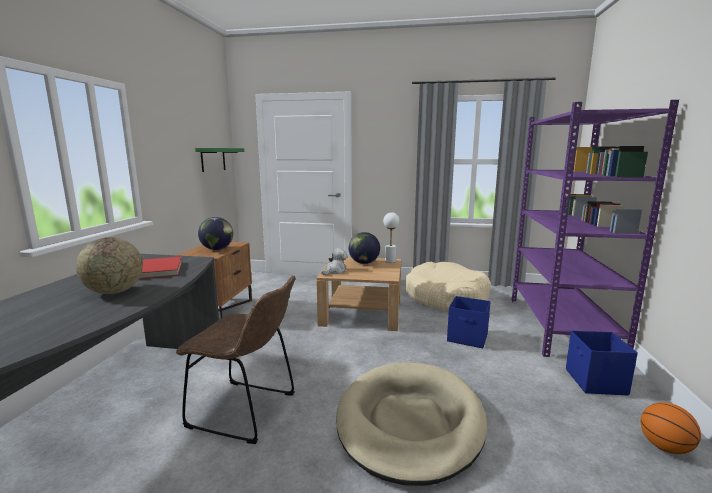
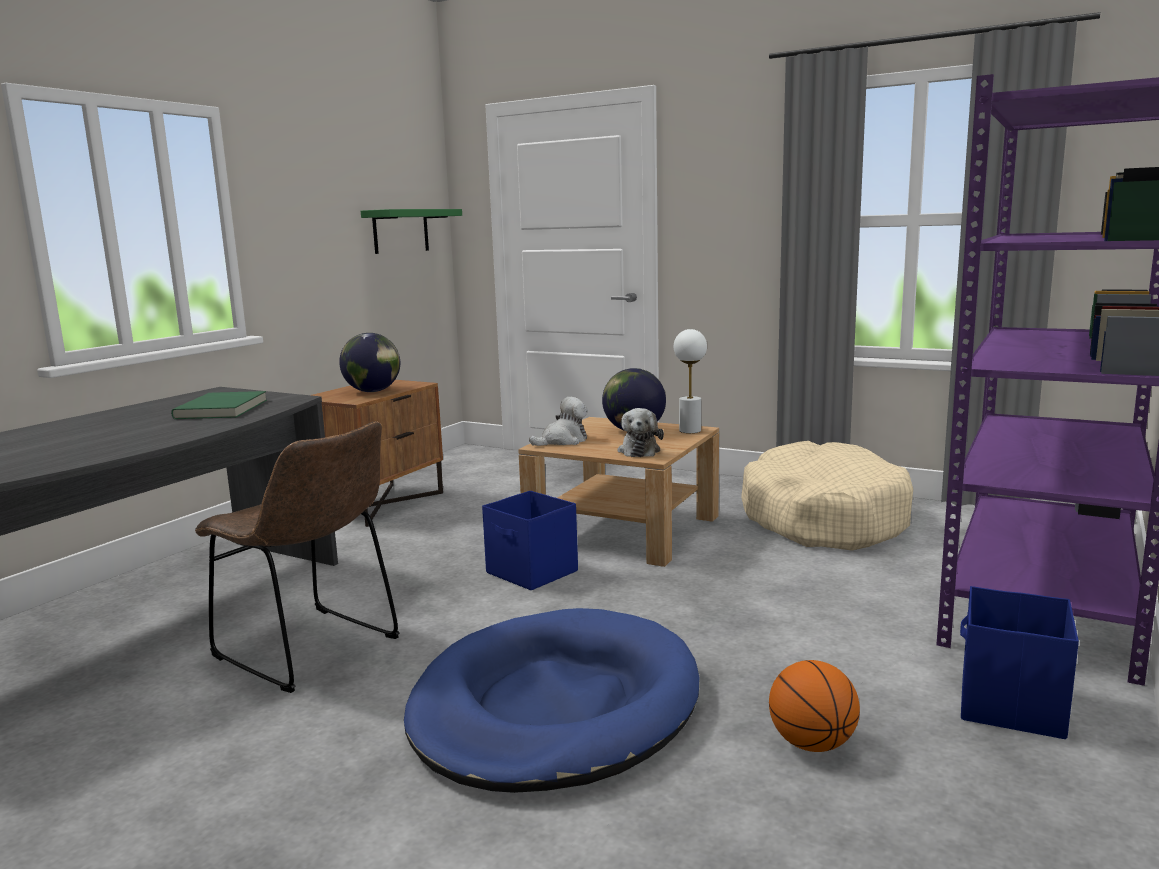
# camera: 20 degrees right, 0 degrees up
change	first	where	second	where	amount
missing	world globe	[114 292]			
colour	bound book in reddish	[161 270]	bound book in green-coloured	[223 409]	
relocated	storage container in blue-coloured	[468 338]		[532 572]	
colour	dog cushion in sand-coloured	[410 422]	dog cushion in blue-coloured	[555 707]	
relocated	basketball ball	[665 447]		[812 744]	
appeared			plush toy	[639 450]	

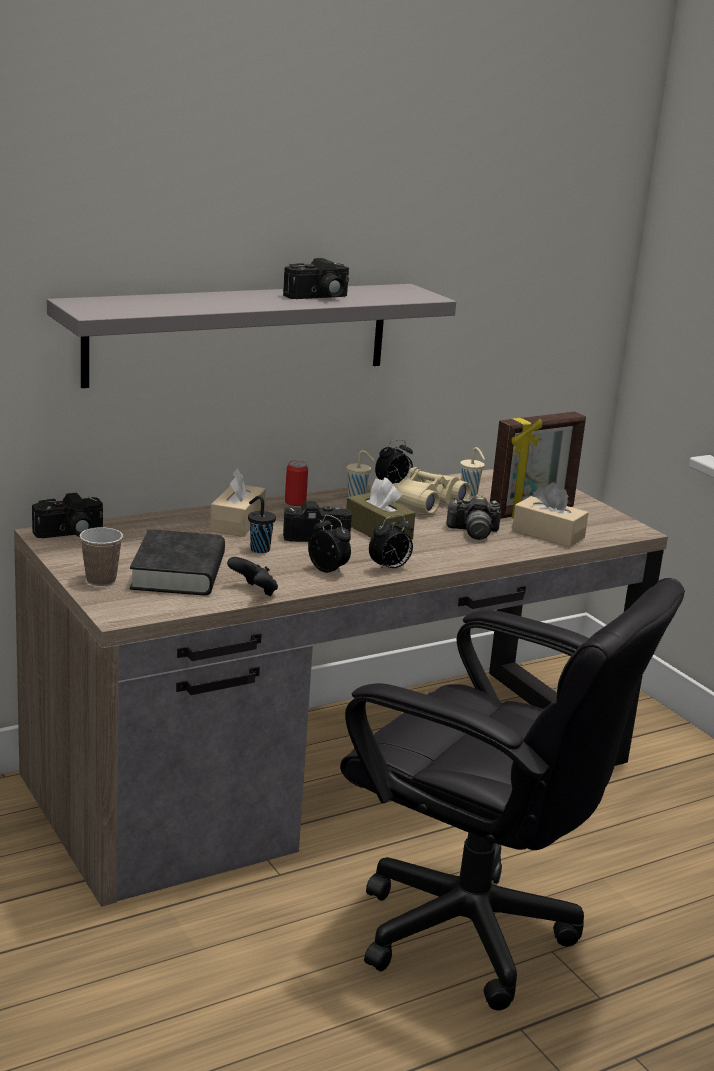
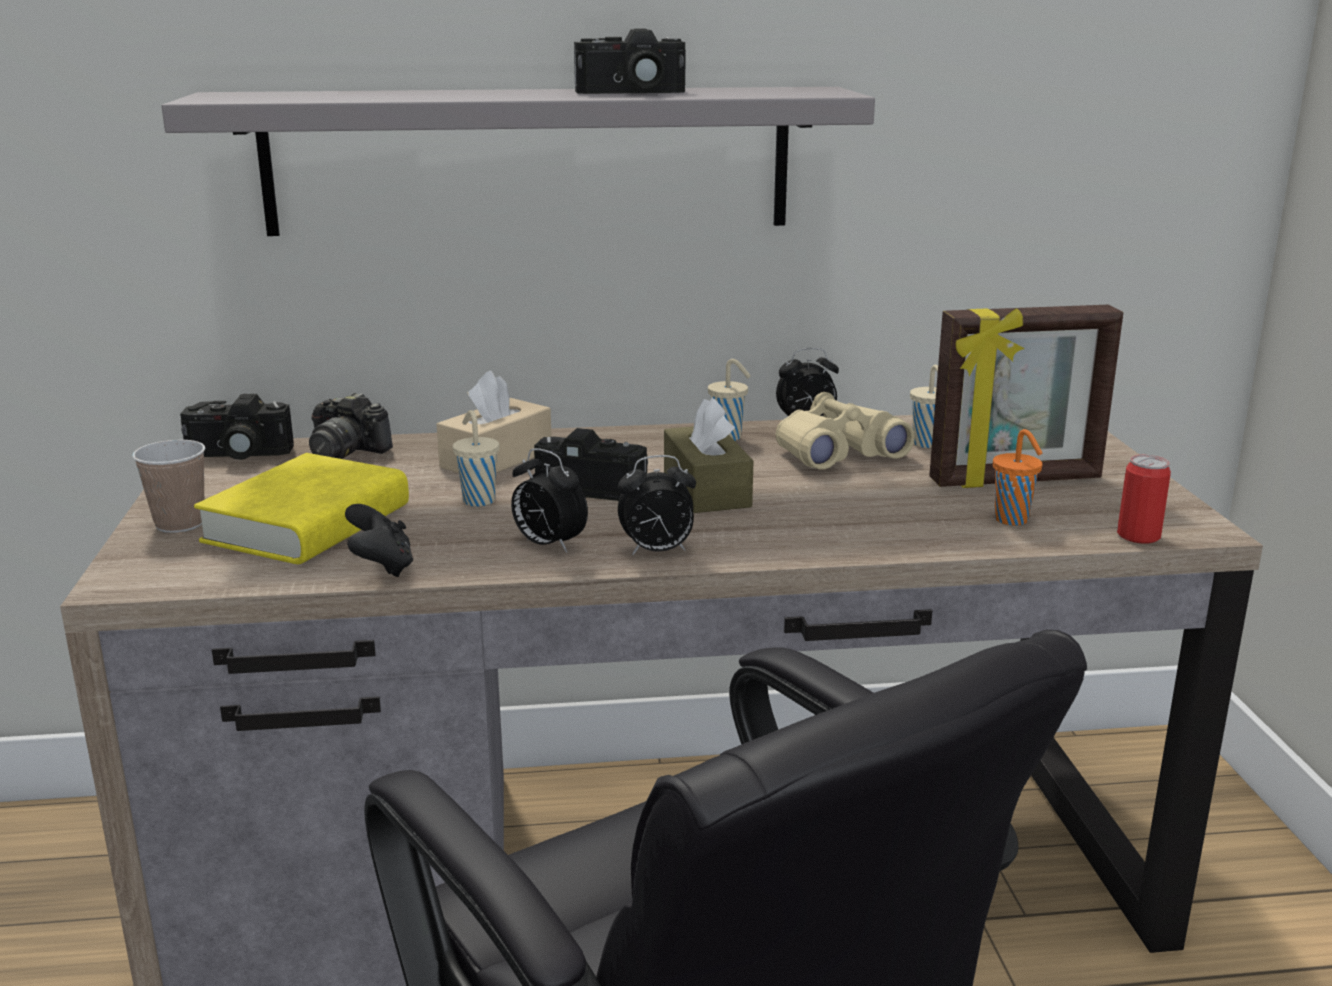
# camera: 25 degrees right, 0 degrees up
change	first	where	second	where	amount
relocated	can	[295 502]		[1138 536]	
exchanged	box of tissues in sand-coloured	[548 534]	cup in orangey	[1013 520]	
relocated	still camera	[473 532]		[346 451]	
colour	cup in black	[259 549]	cup in sand-coloured	[478 500]	
spun	bedside clock	[329 571]		[548 545]	150 degrees clockwise
colour	bound book in black	[178 572]	bound book in yellowish	[308 524]	

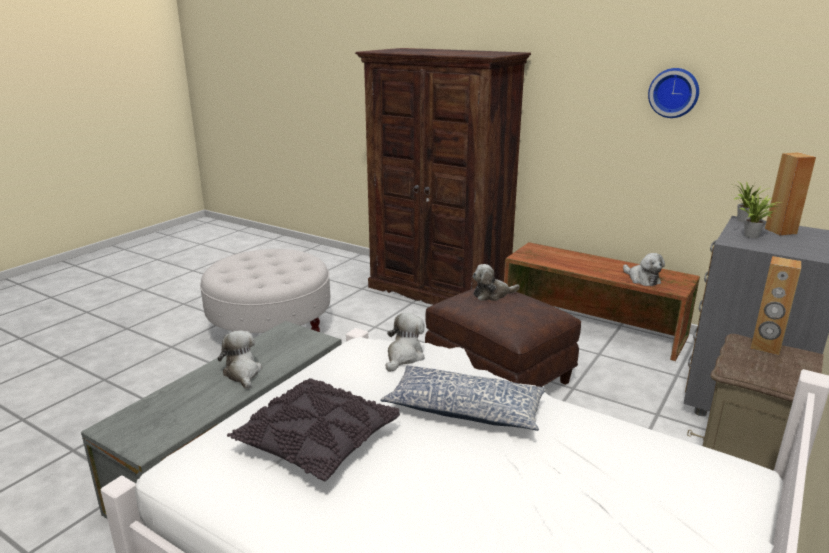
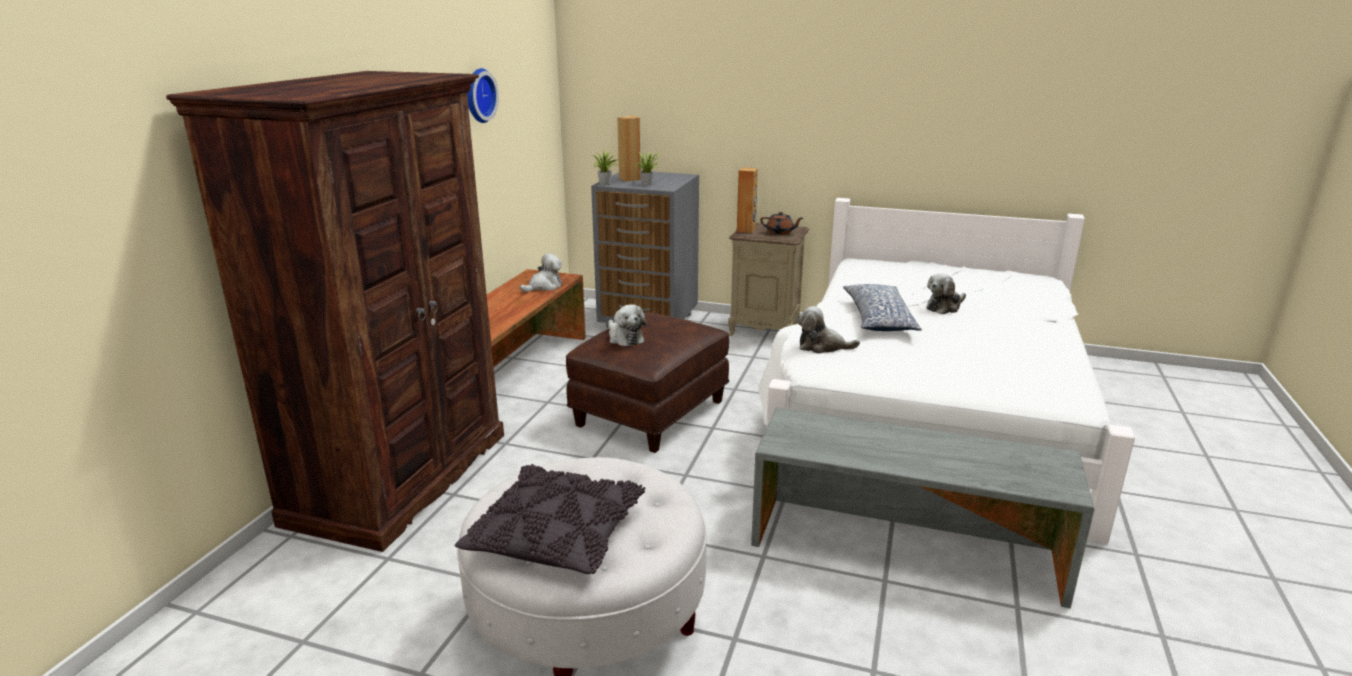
# camera: 105 degrees left, 0 degrees up
change	first	where	second	where	amount
relocated	plush toy	[242 373]		[944 307]	
relocated	throw pillow in black	[317 441]		[557 535]	
appeared			tea pot in brown	[780 232]	

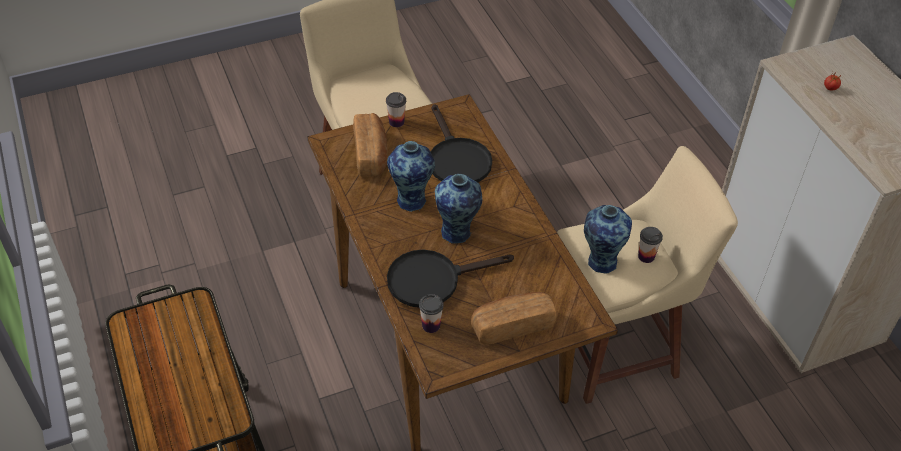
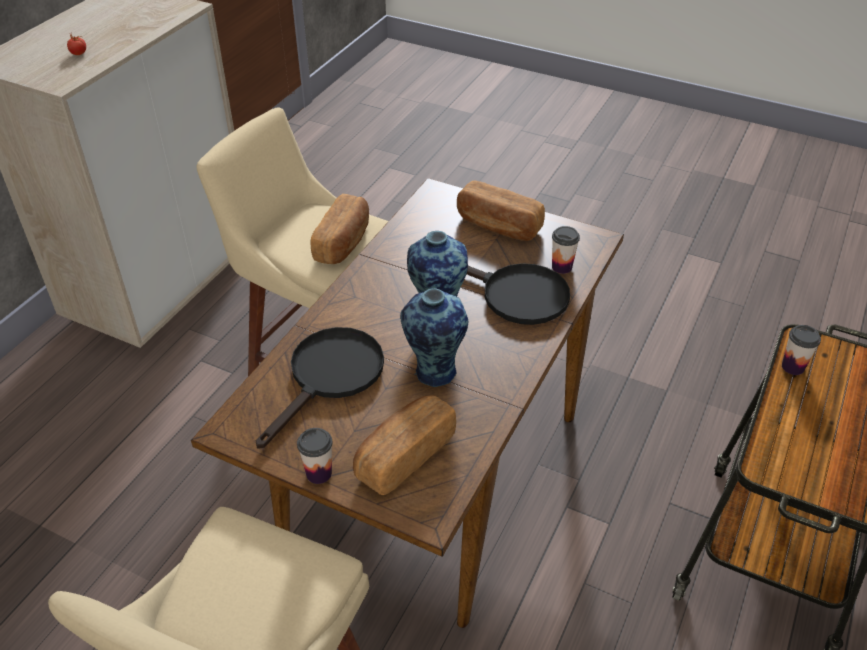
# camera: 130 degrees left, 5 degrees down
change	first	where	second	where	amount
exchanged	decorative vase	[601 261]	bakery bread	[344 242]	
relocated	cup	[646 256]		[793 367]	

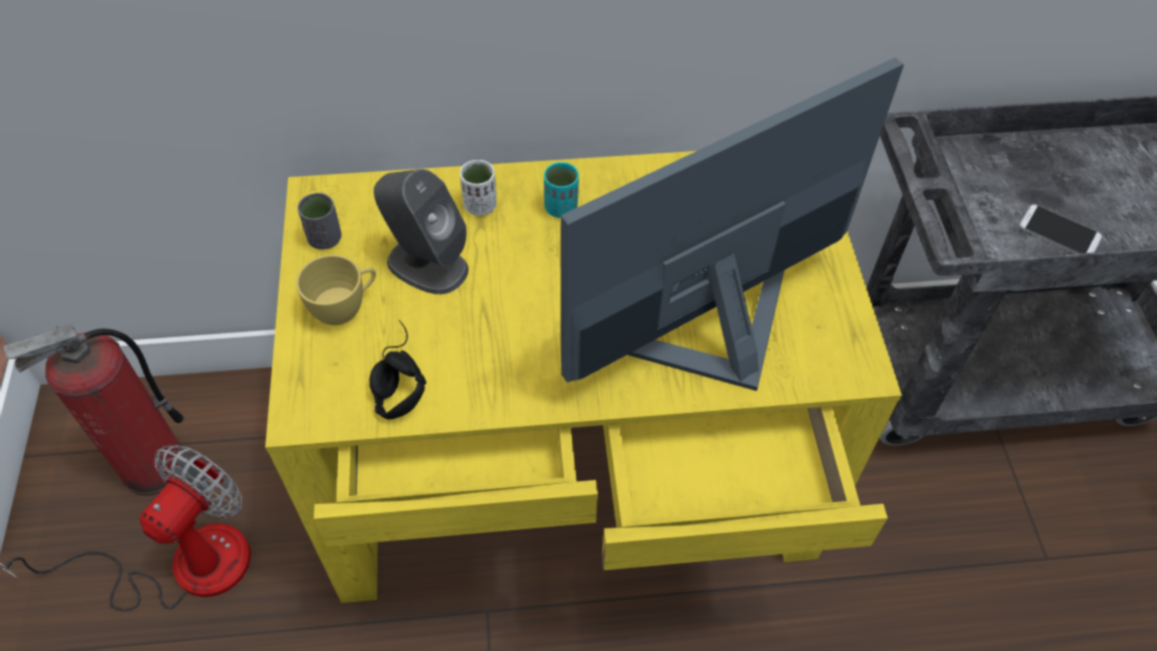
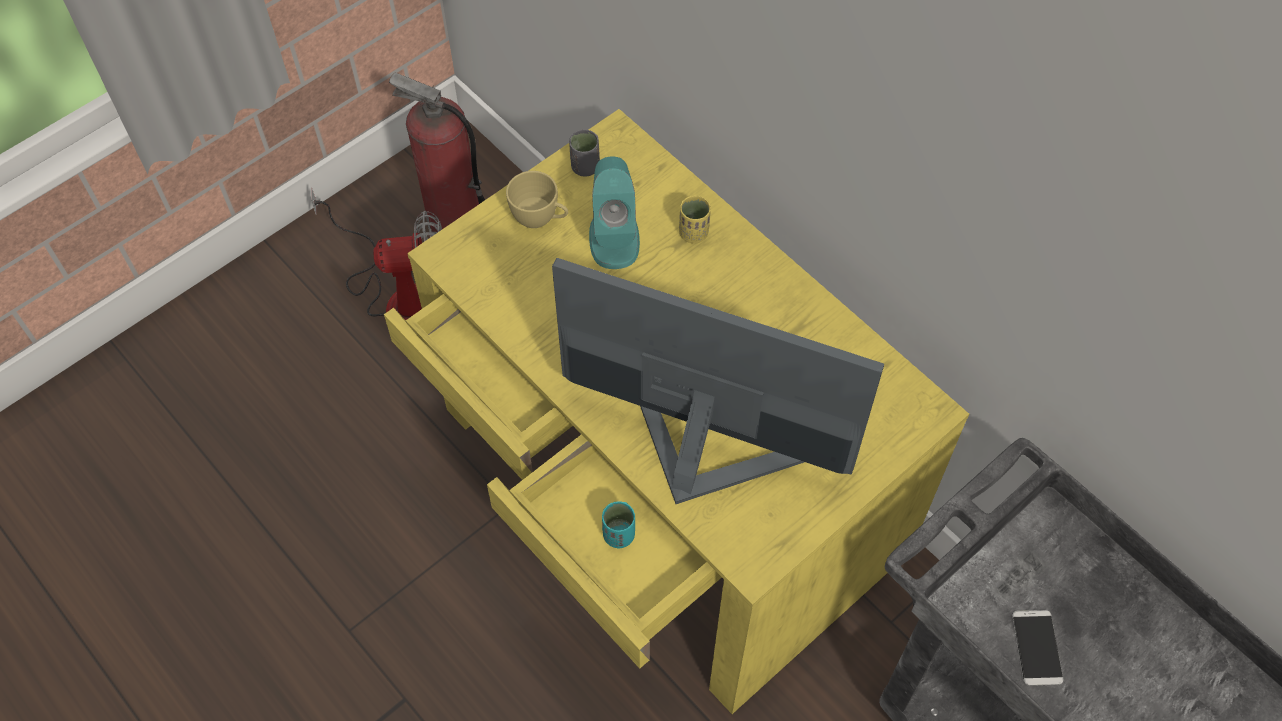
# camera: 55 degrees right, 5 degrees up
change	first	where	second	where	amount
colour	cup in whitish	[480 205]	cup in yellowish	[693 233]	
relocated	cup in turquoise-coloured	[561 208]		[619 535]	
colour	speaker in gray	[426 264]	speaker in turquoise-coloured	[614 238]	
missing	headset in black	[393 377]			

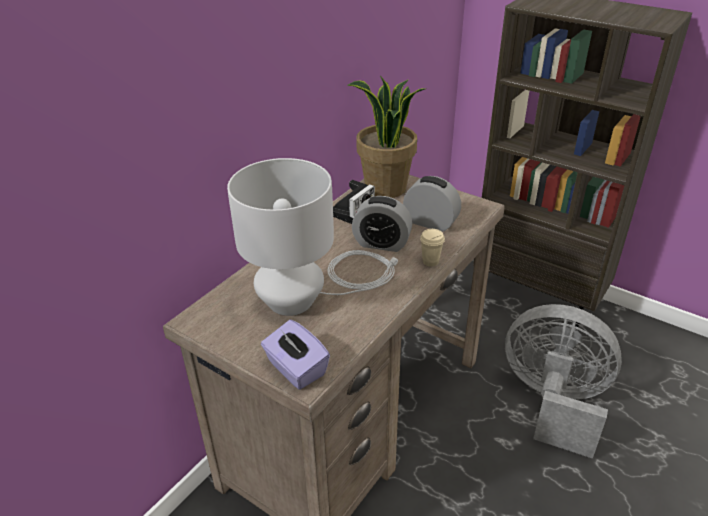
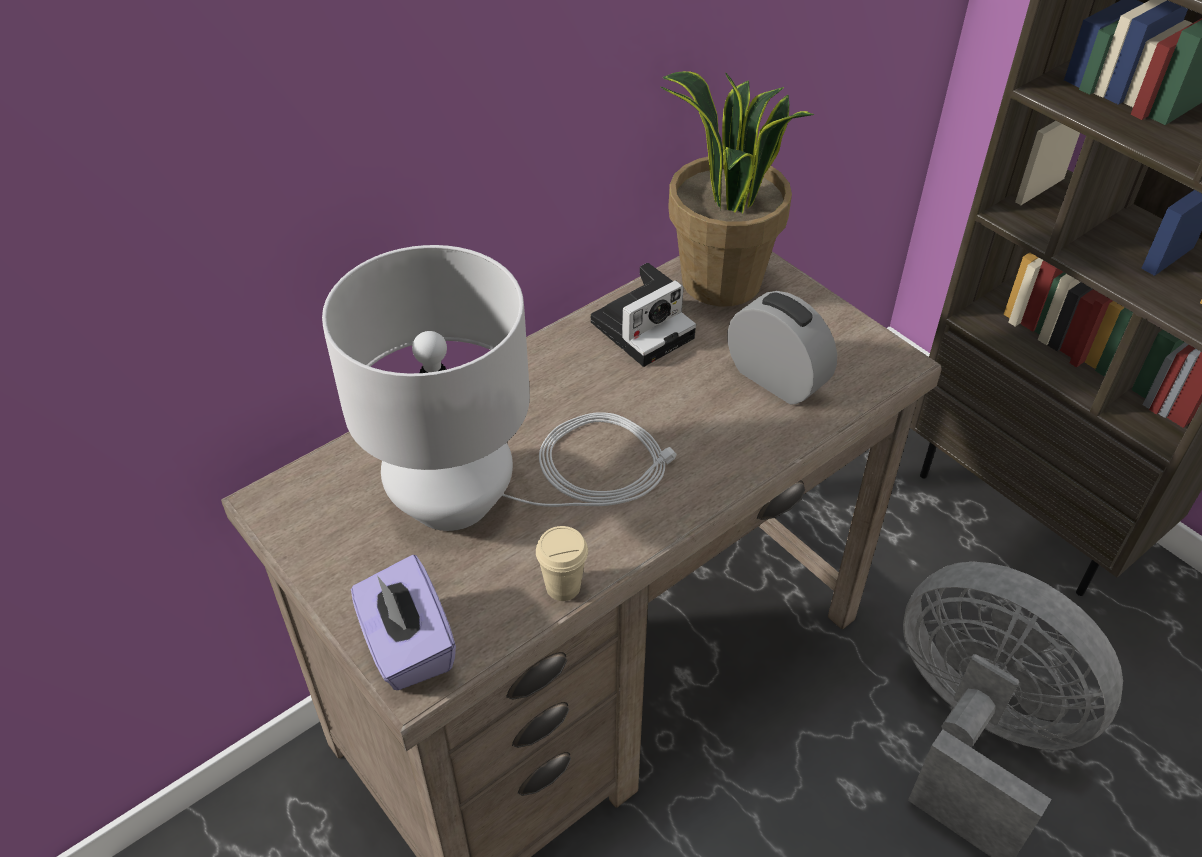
# camera: 15 degrees right, 10 degrees up
change	first	where	second	where	amount
missing	bedside clock	[381 243]			
relocated	cup in sand-coloured	[430 261]		[563 587]	

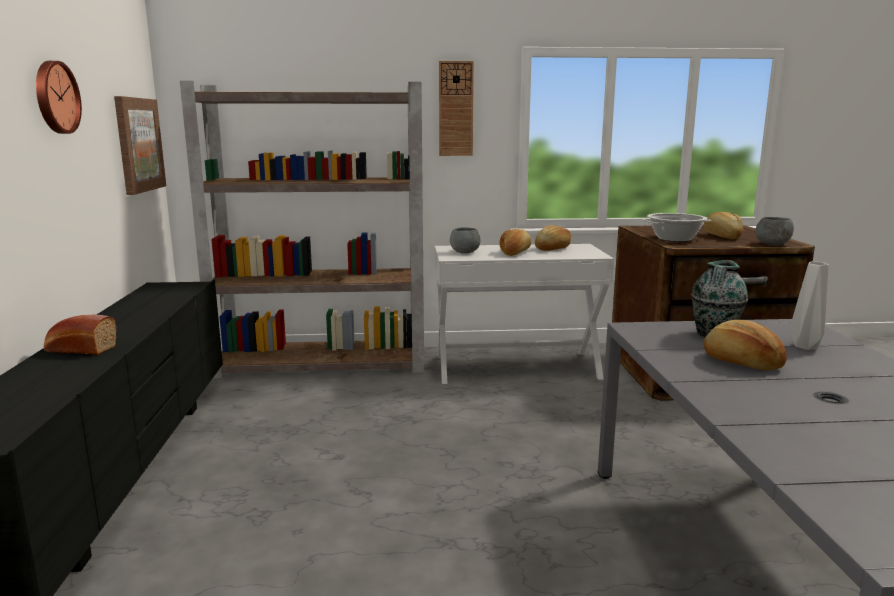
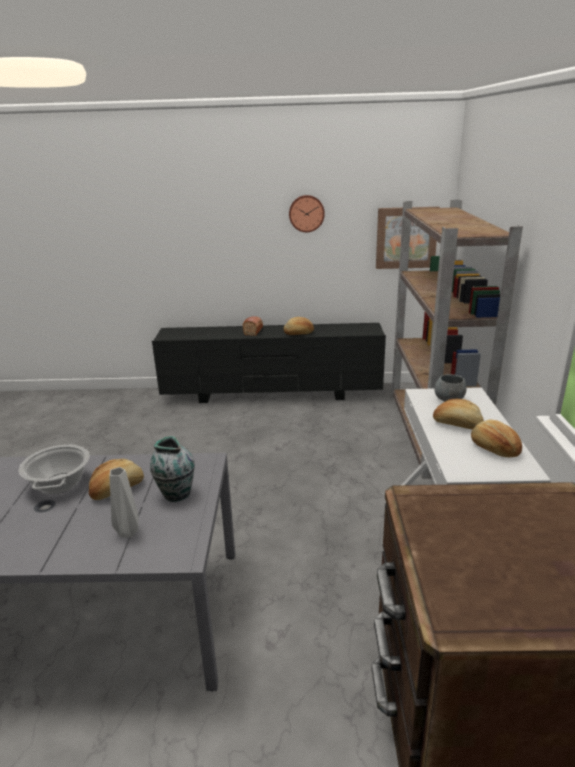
# camera: 95 degrees right, 10 degrees up
change	first	where	second	where	amount
missing	wall clock	[456 109]			
relocated	bakery bread	[721 236]		[298 333]	
relocated	saucepot	[674 239]		[60 484]	
missing	deep dish in gray	[772 244]			

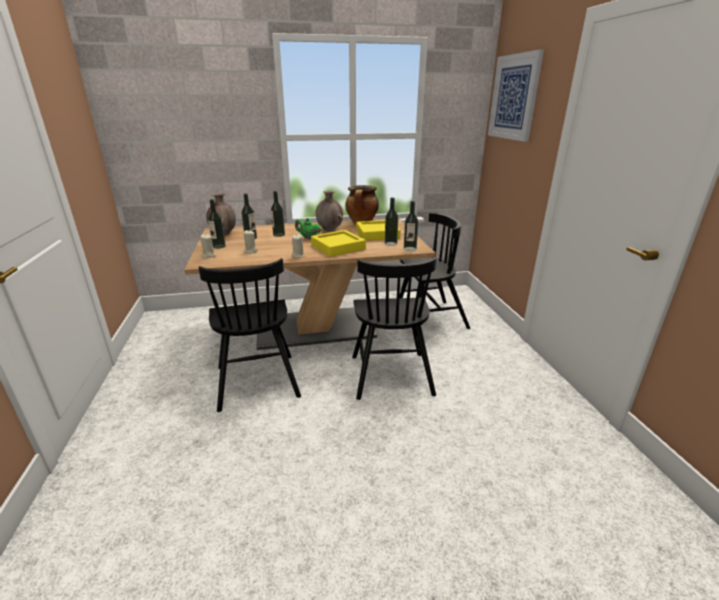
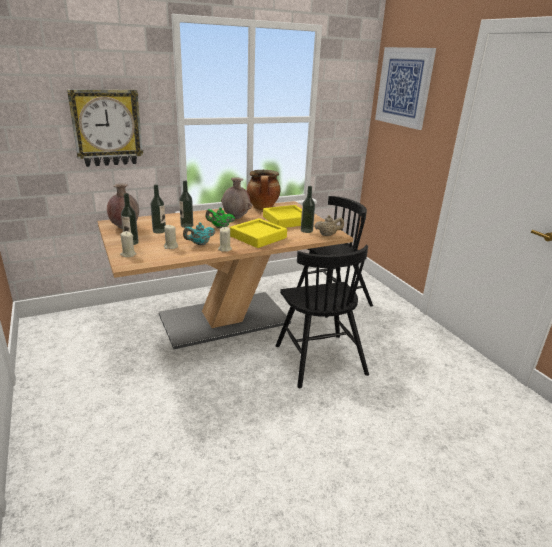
# camera: 15 degrees left, 0 degrees up
change	first	where	second	where	amount
exchanged	drink bottle	[410 249]	tea pot in sand-coloured	[328 235]	
missing	plain chair in black	[257 378]			
appeared			wall clock	[107 128]	
appeared			tea pot in turquoise-coloured	[199 244]	

